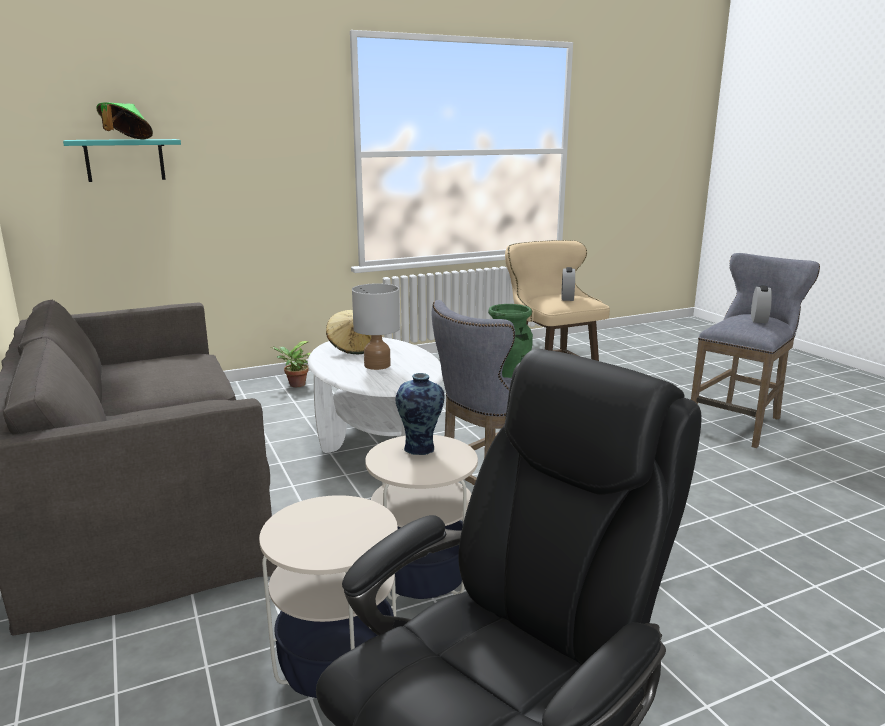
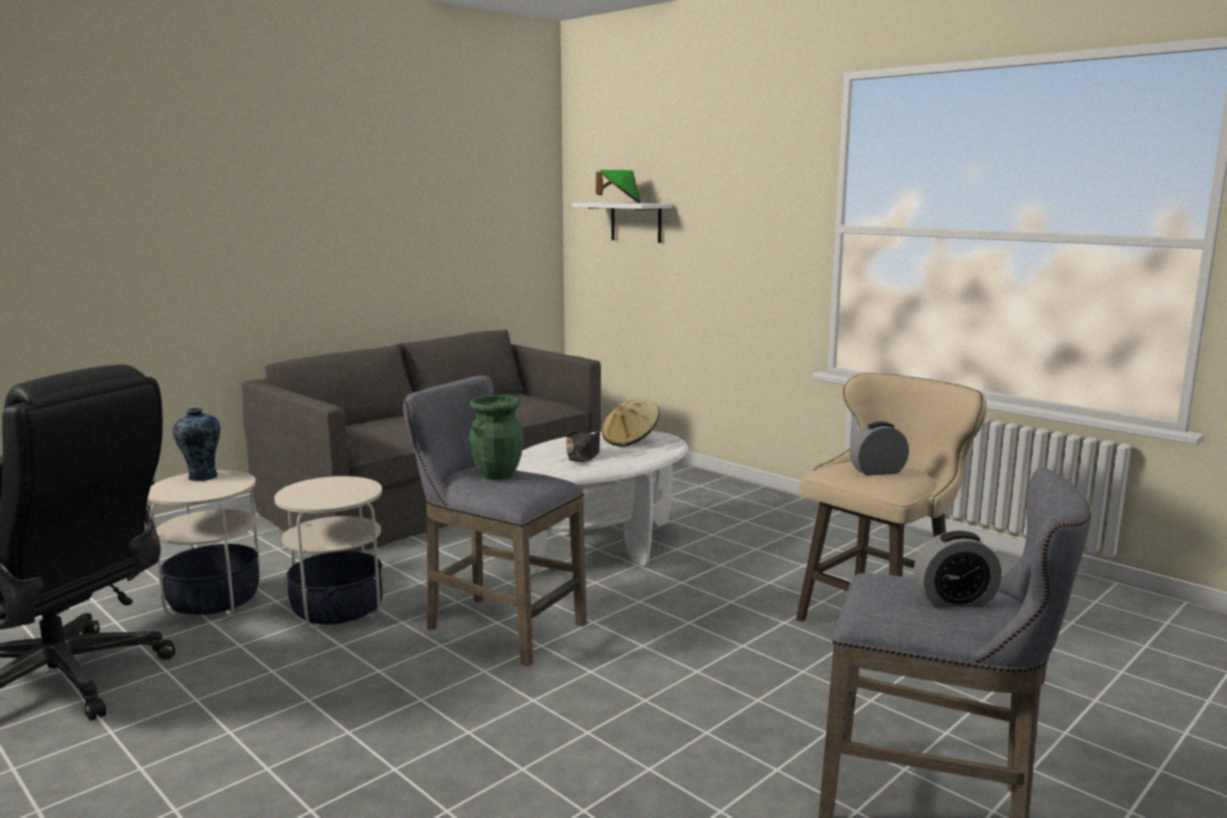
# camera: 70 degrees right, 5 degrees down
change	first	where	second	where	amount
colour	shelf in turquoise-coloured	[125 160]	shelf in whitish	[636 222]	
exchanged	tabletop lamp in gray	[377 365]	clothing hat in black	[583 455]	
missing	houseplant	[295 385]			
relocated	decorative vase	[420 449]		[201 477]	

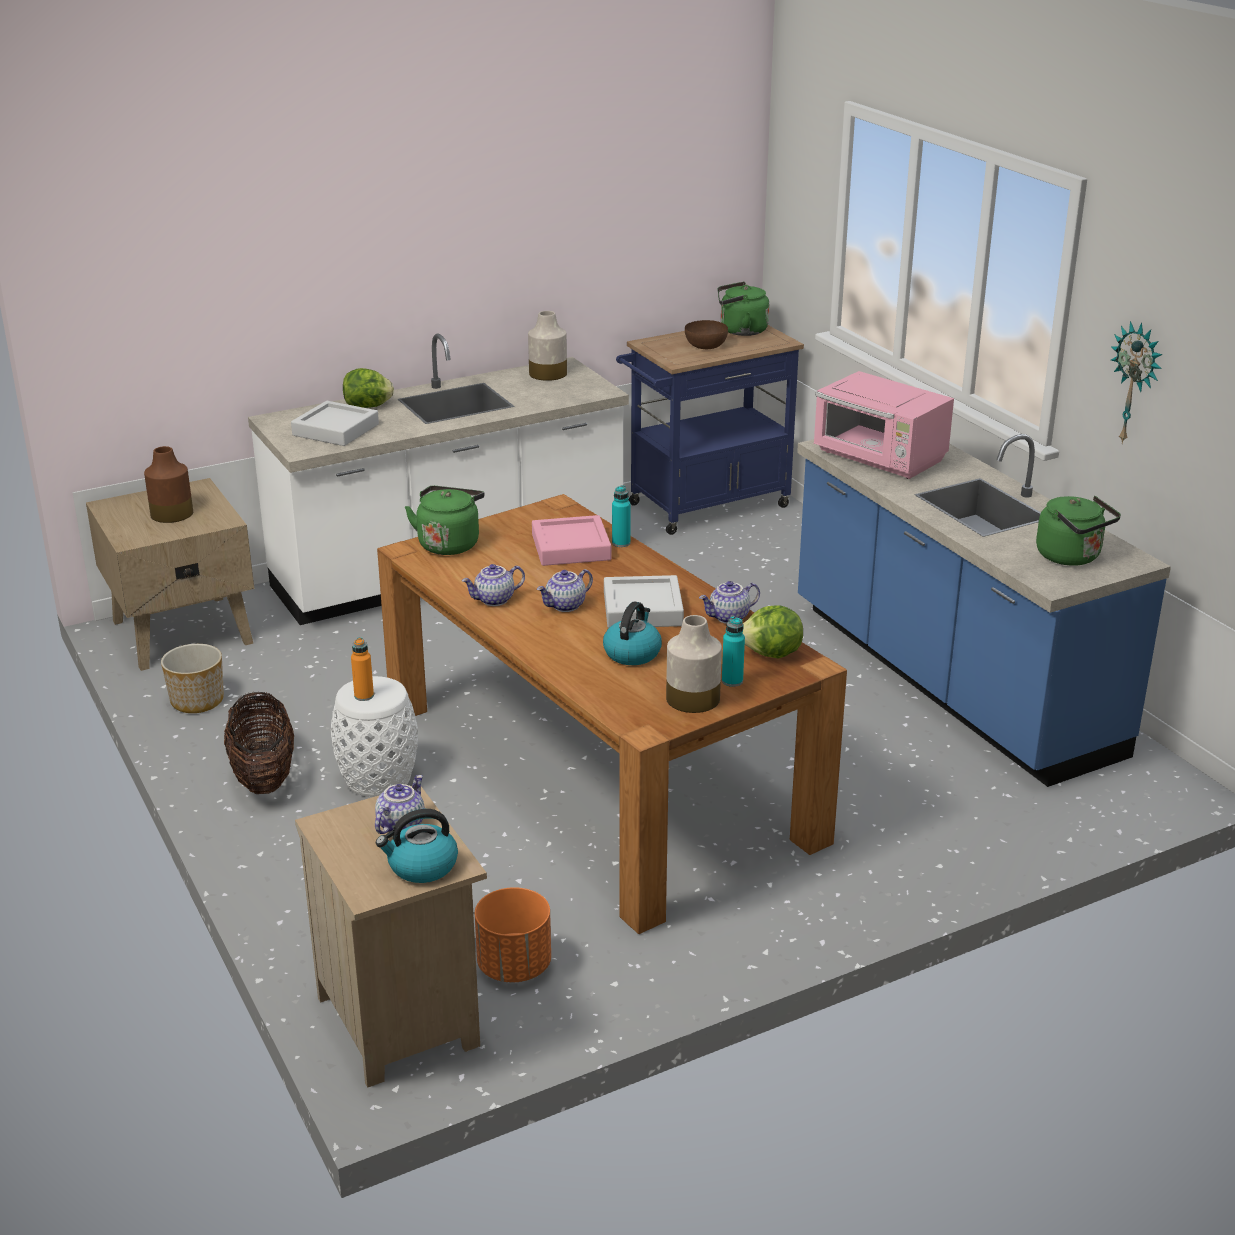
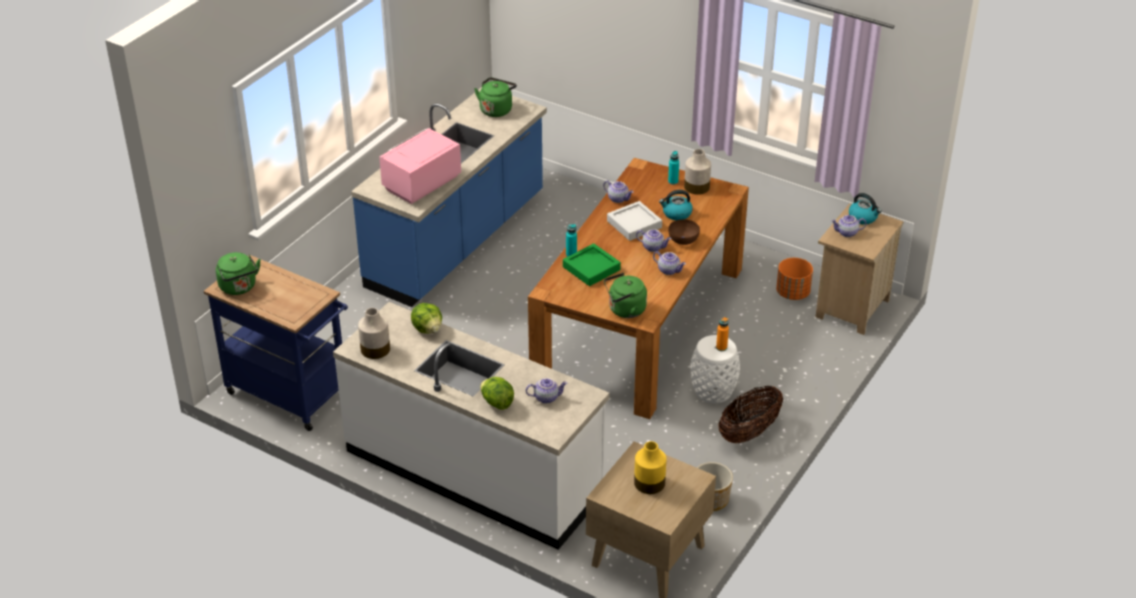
# camera: 120 degrees left, 10 degrees up
change	first	where	second	where	amount
relocated	deep dish in brown	[705 346]		[683 240]	
missing	wall clock	[1135 383]			
spun	kitchen microwave in pink-coloured	[880 459]		[420 184]	150 degrees counterclockwise
exchanged	serving tray in gray	[335 430]	tea pot	[546 397]	
colour	decorative vase in brown	[171 513]	decorative vase in yellowish	[649 483]	
colour	serving tray in pink-coloured	[571 547]	serving tray in green-coloured	[591 268]	
relocated	lettuce	[772 654]		[428 329]	

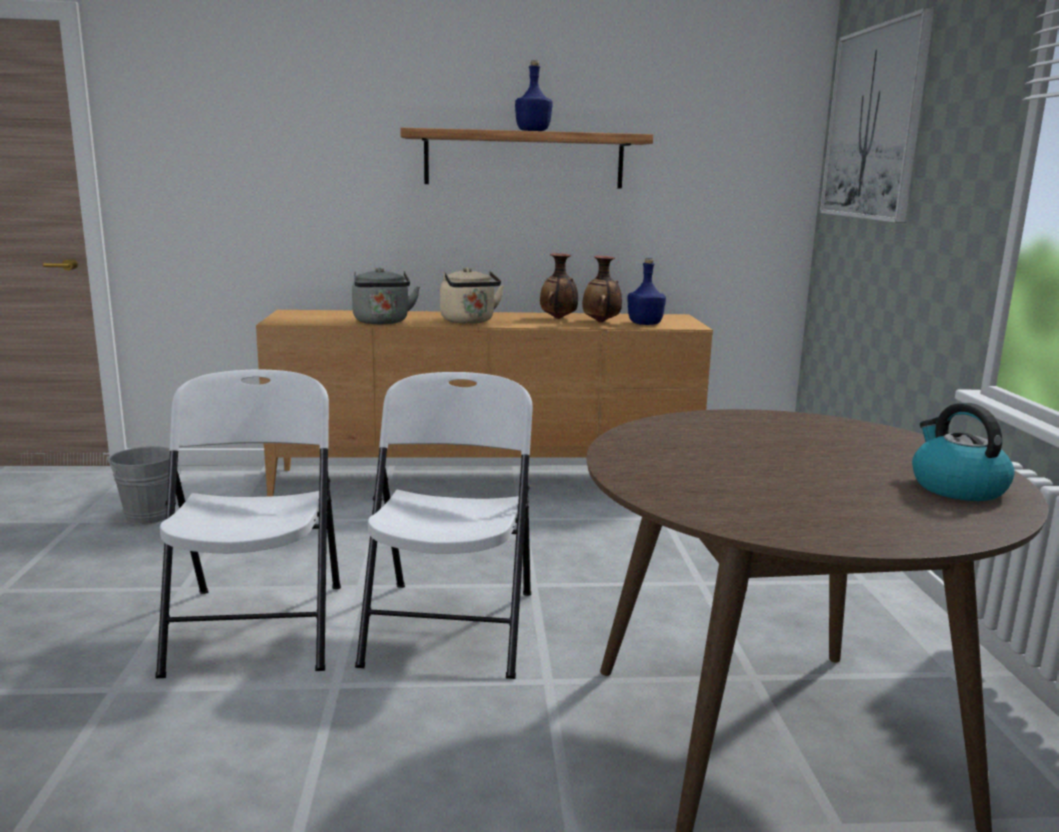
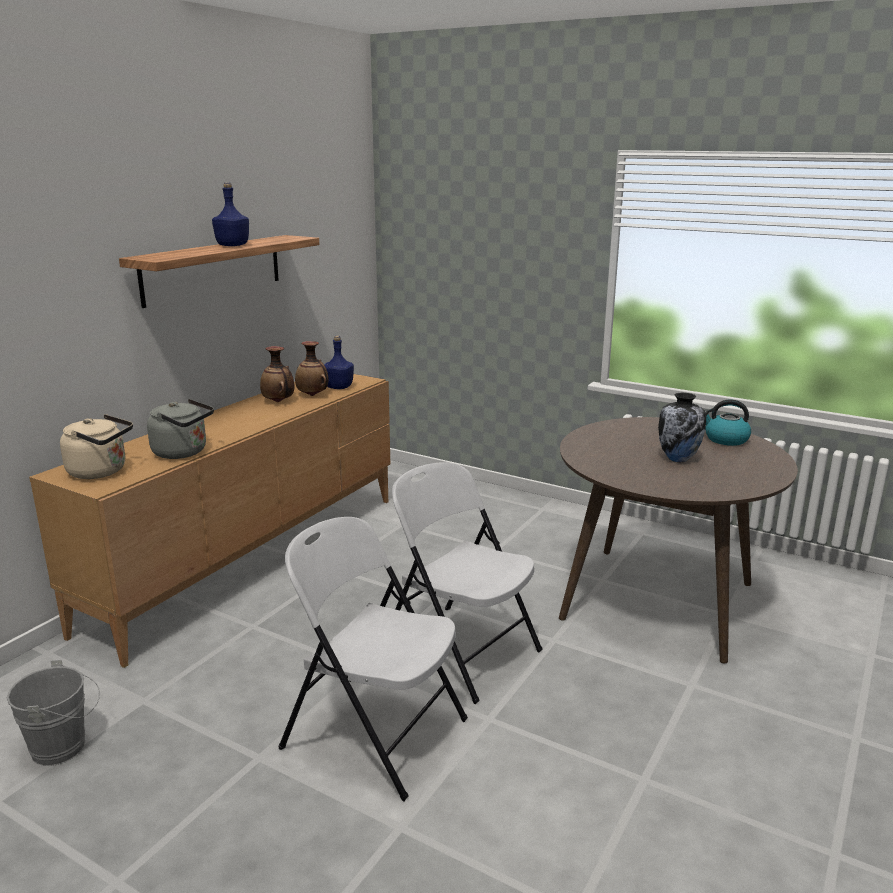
# camera: 55 degrees left, 5 degrees up
change	first	where	second	where	amount
missing	wall picture	[874 123]			
relocated	tea kettle in sand-coloured	[469 321]		[101 472]	
appeared			decorative vase	[678 459]	

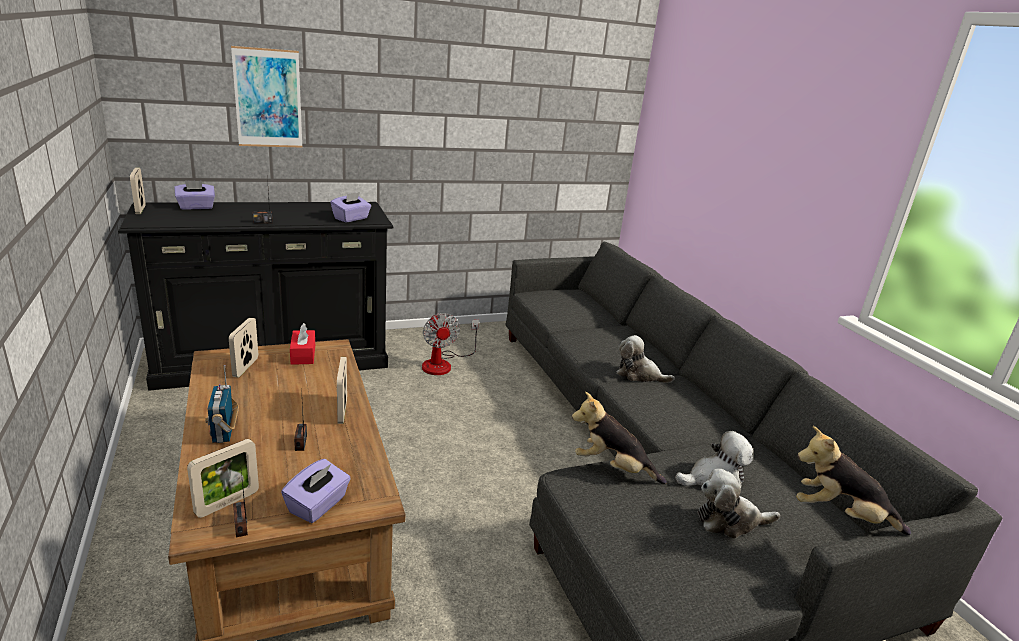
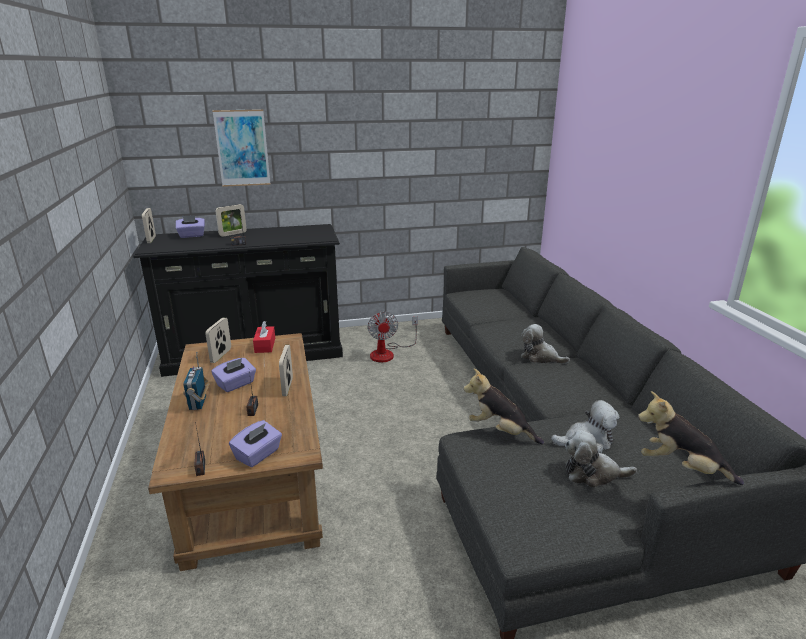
# camera: 10 degrees right, 0 degrees up
change	first	where	second	where	amount
relocated	box of tissues in purplish	[351 218]		[236 384]	
relocated	photo frame	[227 503]		[233 234]	

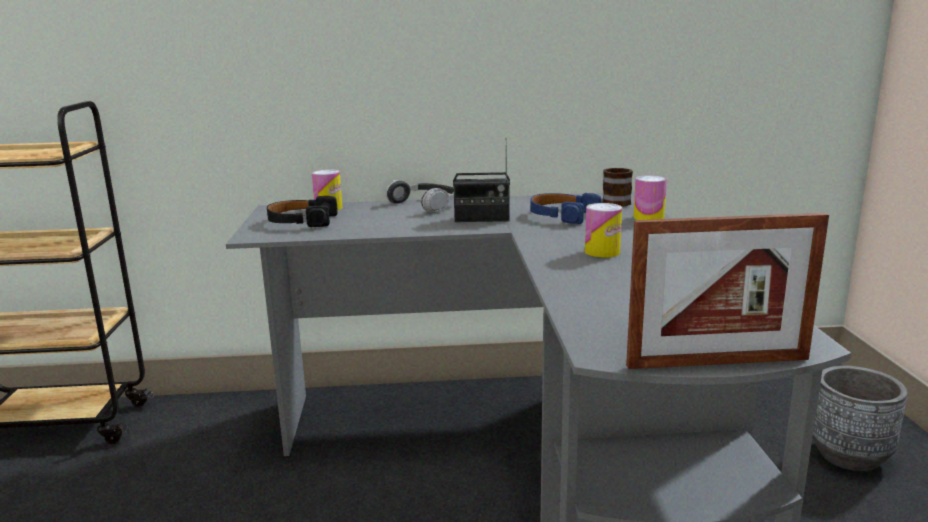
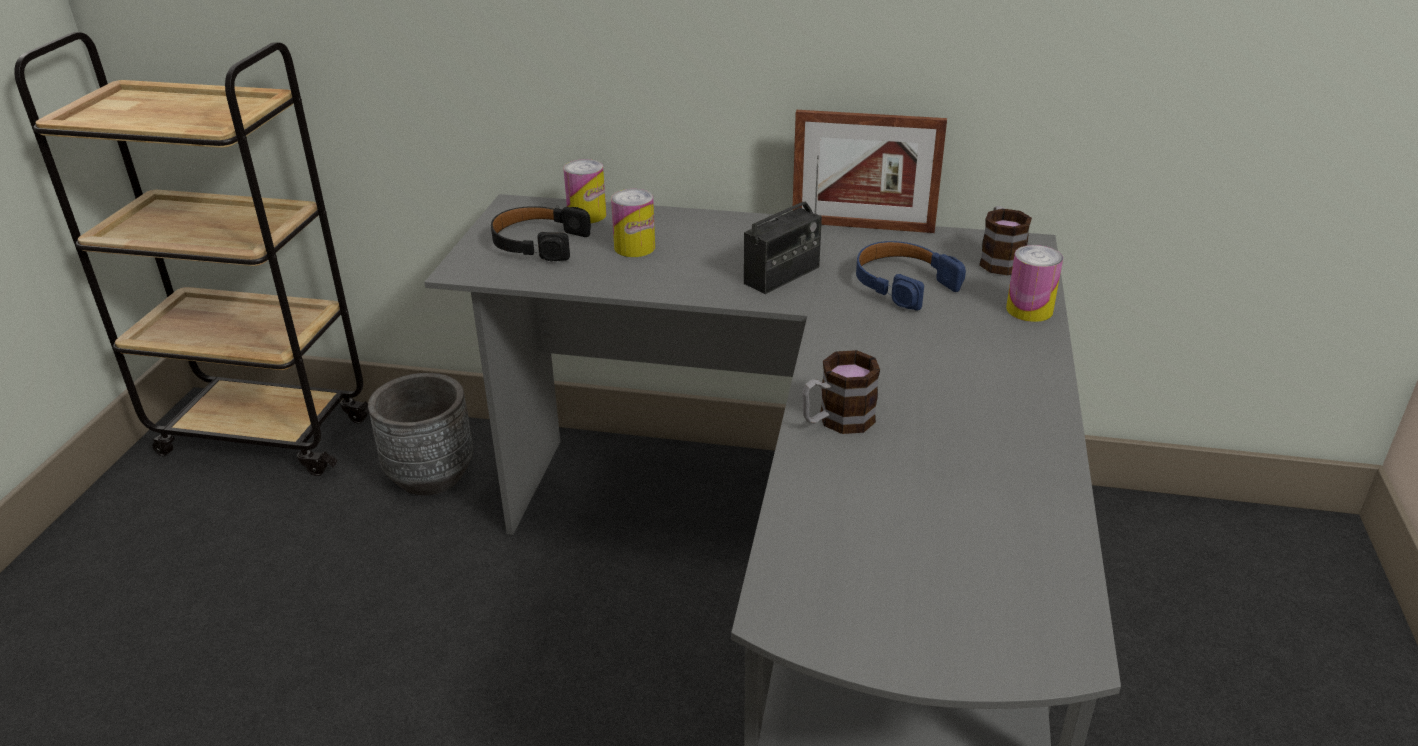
# camera: 15 degrees right, 15 degrees up
change	first	where	second	where	amount
spun	radio	[482 219]		[782 275]	60 degrees counterclockwise
missing	headset	[426 204]			
relocated	can	[602 252]		[634 247]	
relocated	photo frame	[717 362]		[862 226]	
relocated	planter in gray	[848 456]		[430 475]	
appeared			mug	[836 421]	

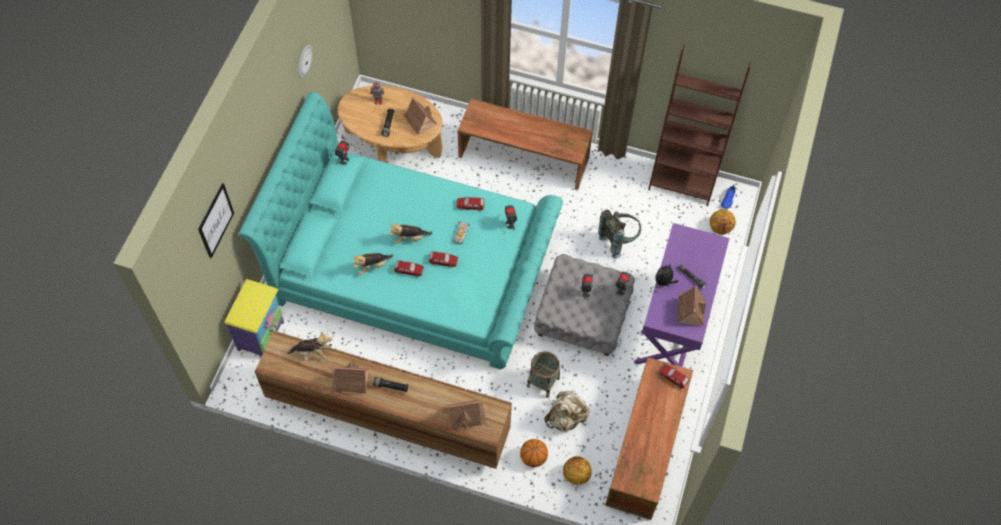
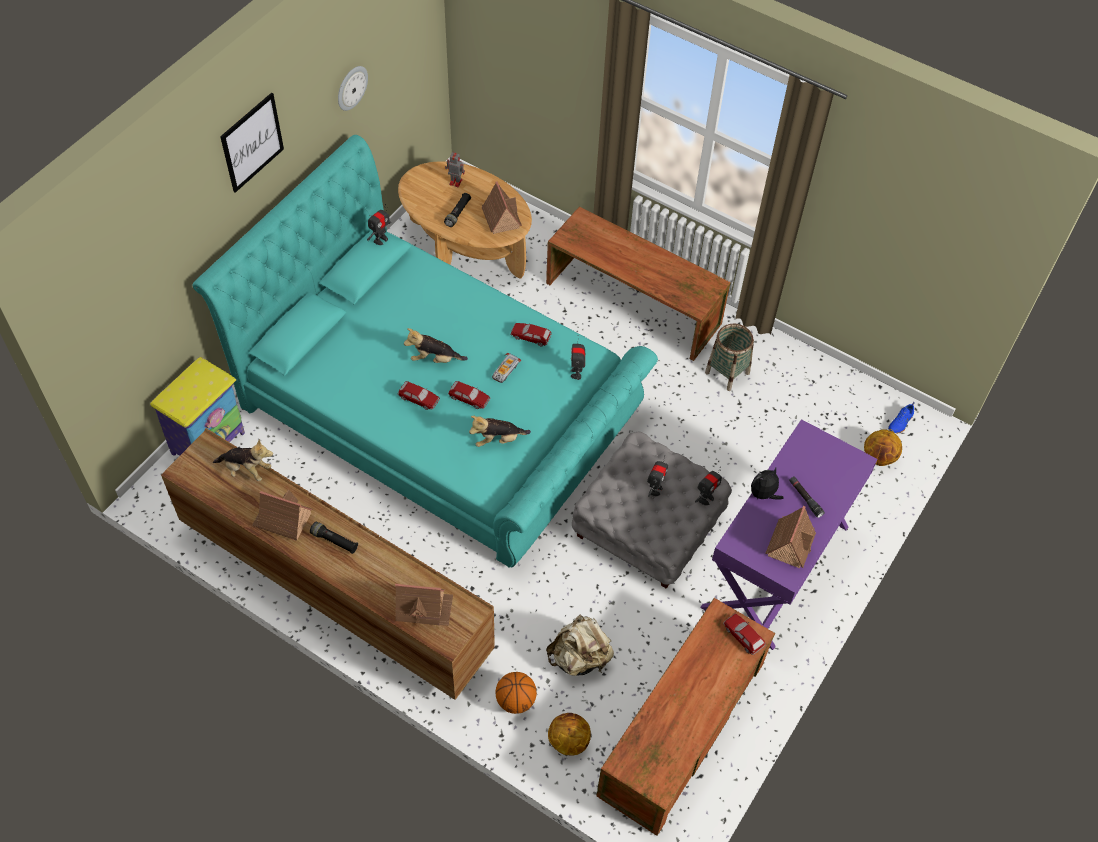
# camera: 15 degrees right, 5 degrees down
change	first	where	second	where	amount
missing	bookcase in brown	[682 183]			
relocated	wall picture	[215 220]		[252 142]	
missing	knapsack in gray	[619 240]			
relocated	plush toy	[372 266]		[498 440]	
relocated	household basket	[543 382]		[727 373]	

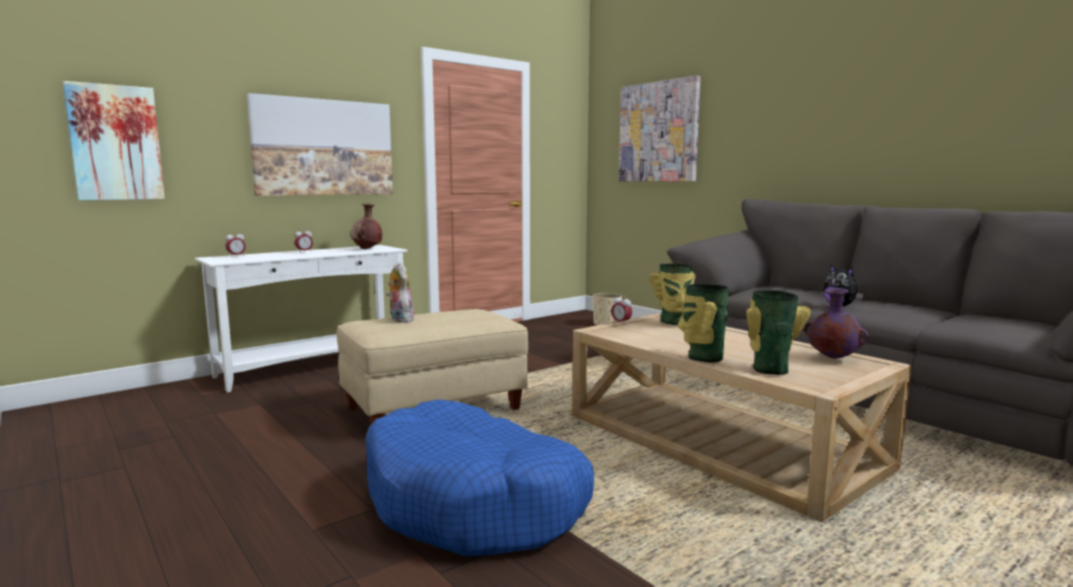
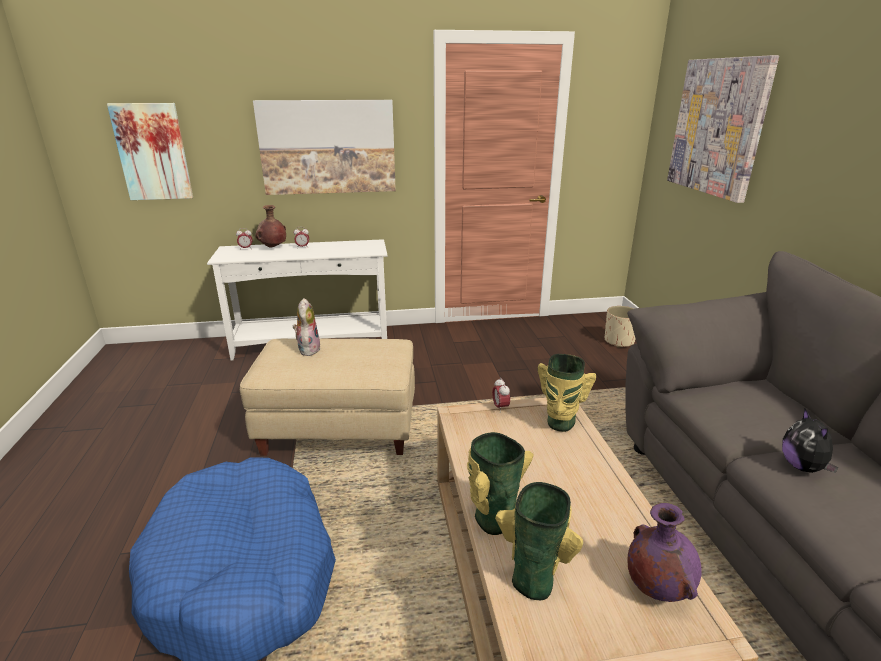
# camera: 30 degrees right, 15 degrees up
change	first	where	second	where	amount
relocated	decorative vase in brown	[367 249]		[272 247]	

